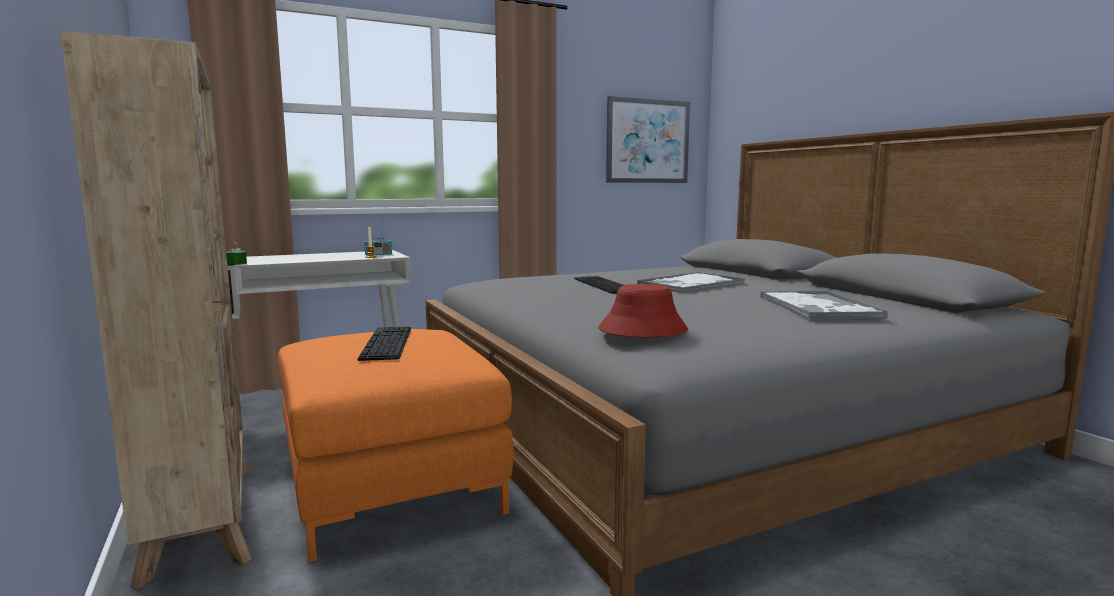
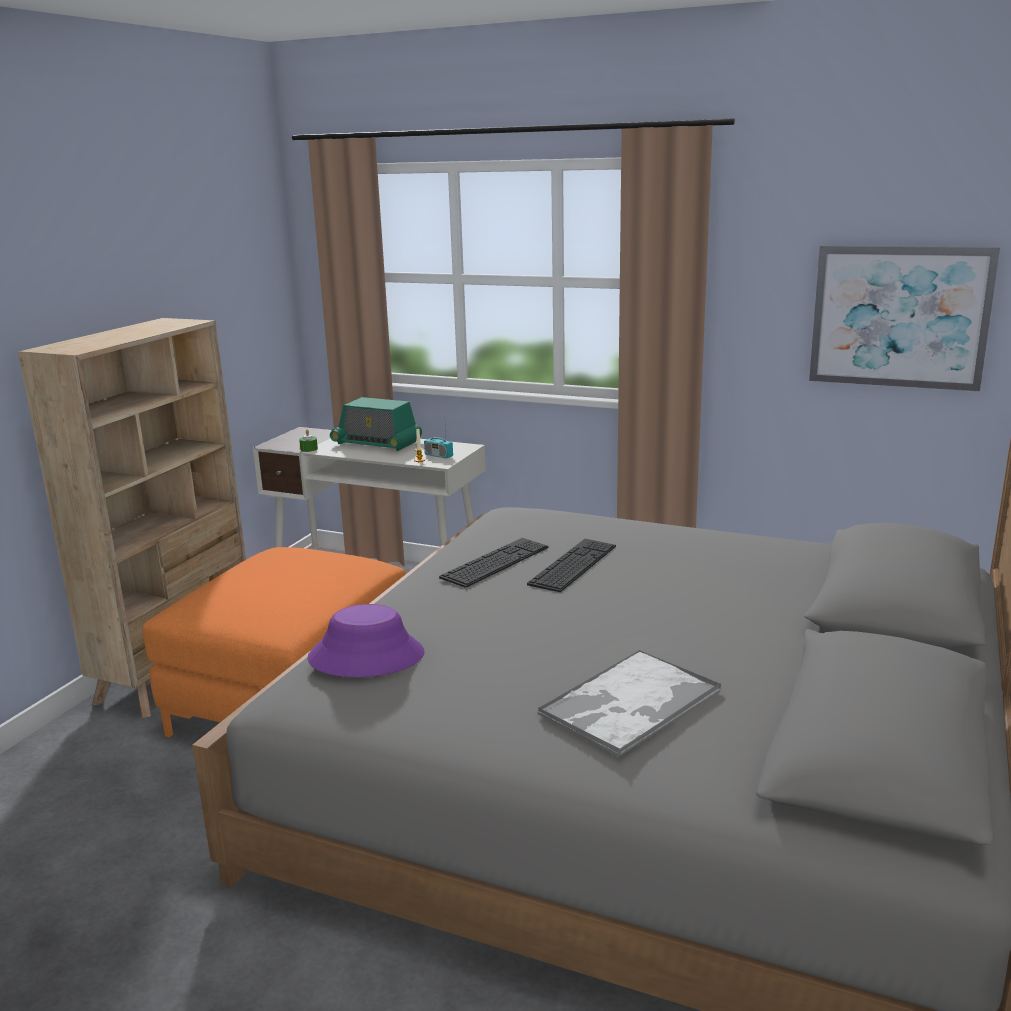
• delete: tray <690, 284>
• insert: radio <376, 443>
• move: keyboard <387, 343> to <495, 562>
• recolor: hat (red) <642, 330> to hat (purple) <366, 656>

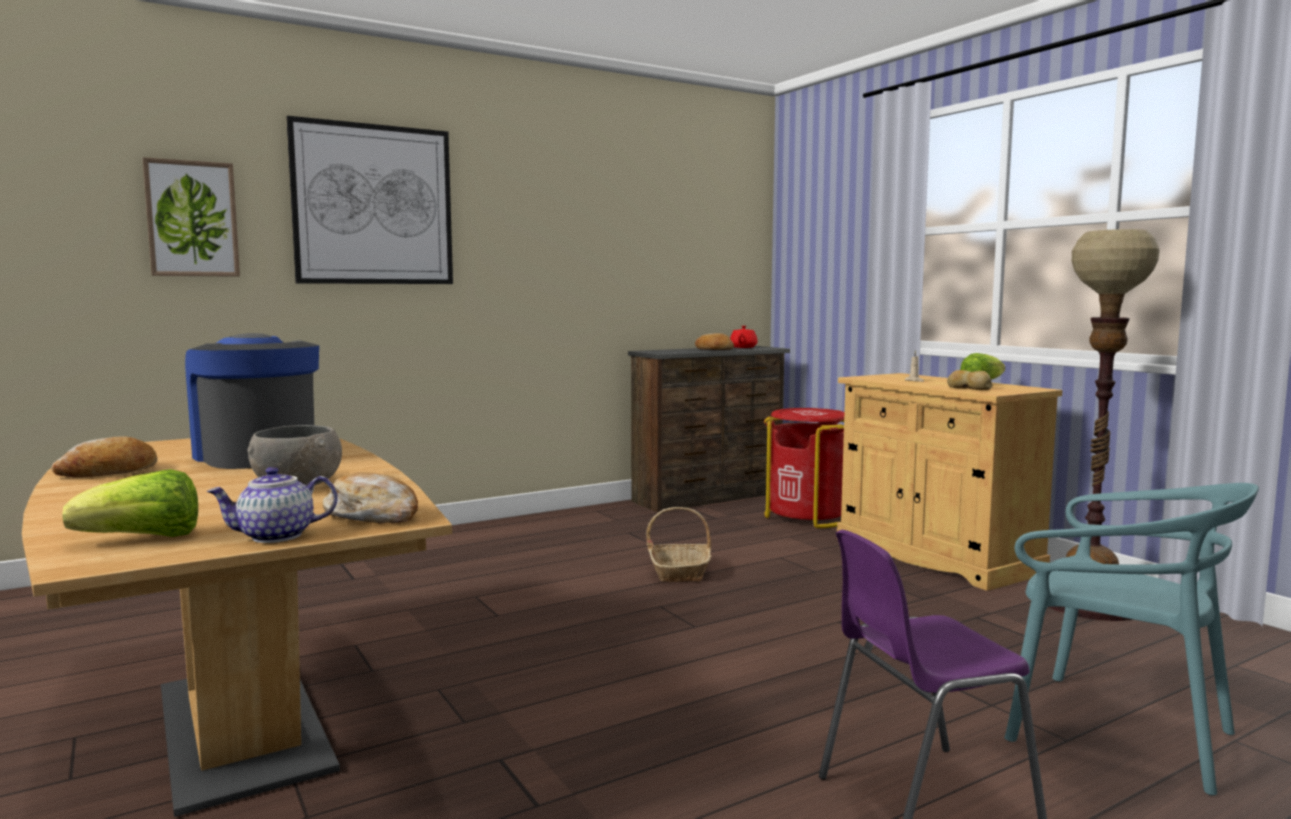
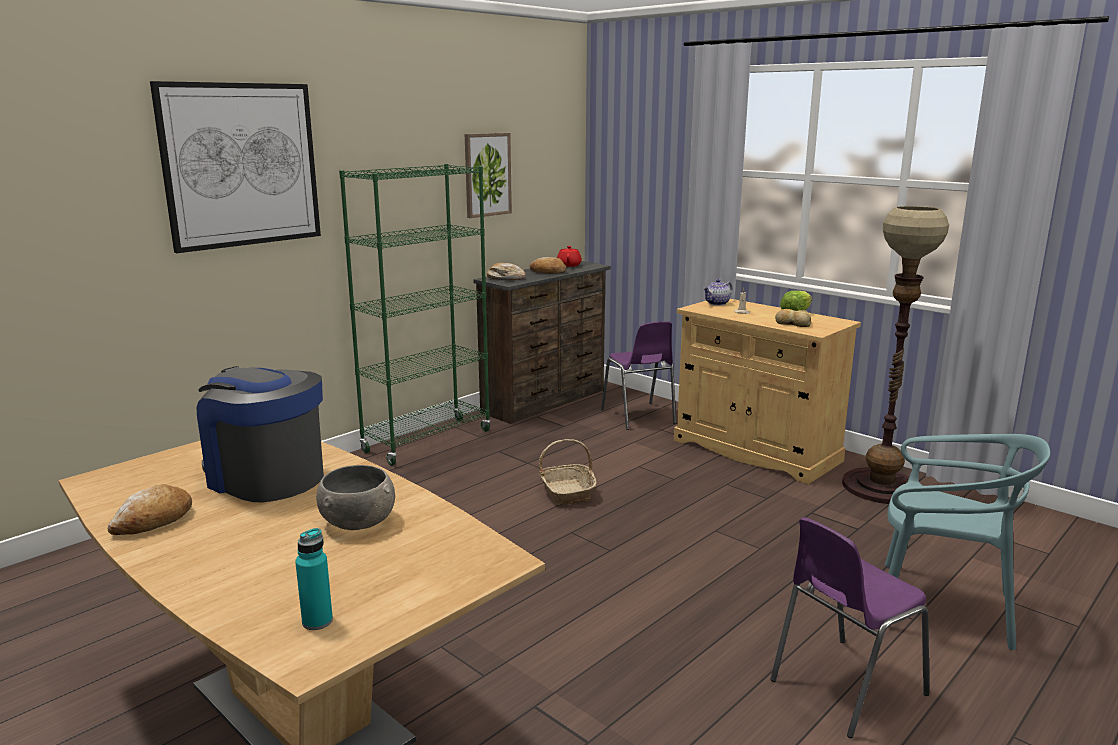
• insert: bookcase (green) <427, 441>
• move: picture <192, 219> to <487, 174>
• move: teapot <275, 537> to <717, 303>
• move: bread <373, 515> to <505, 278>
• replace: lettuce <144, 539> to bottle (turquoise) <317, 621>
• replace: trash can (red) <808, 517> to chair (purple) <639, 417>

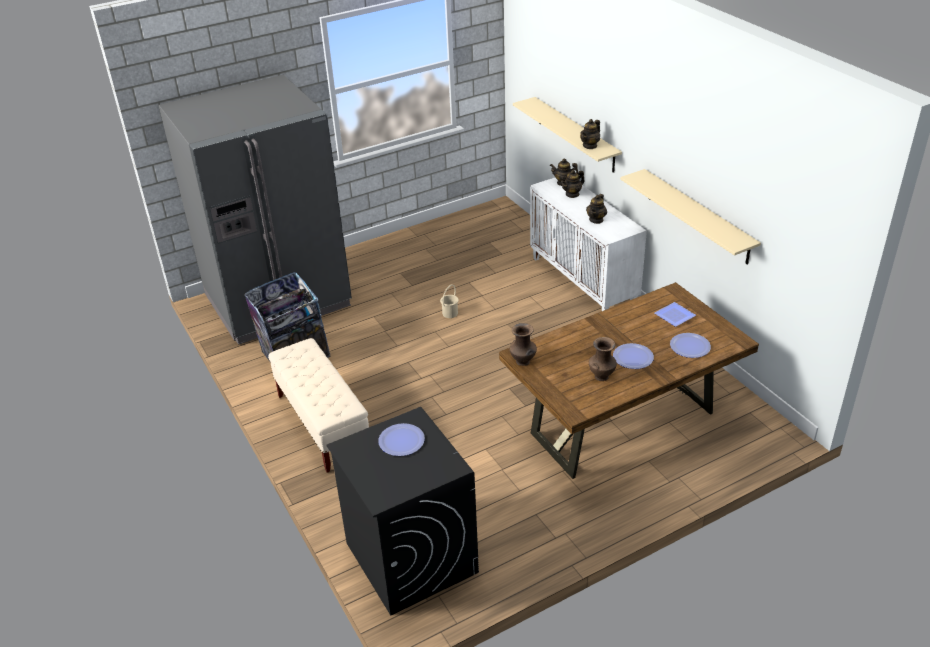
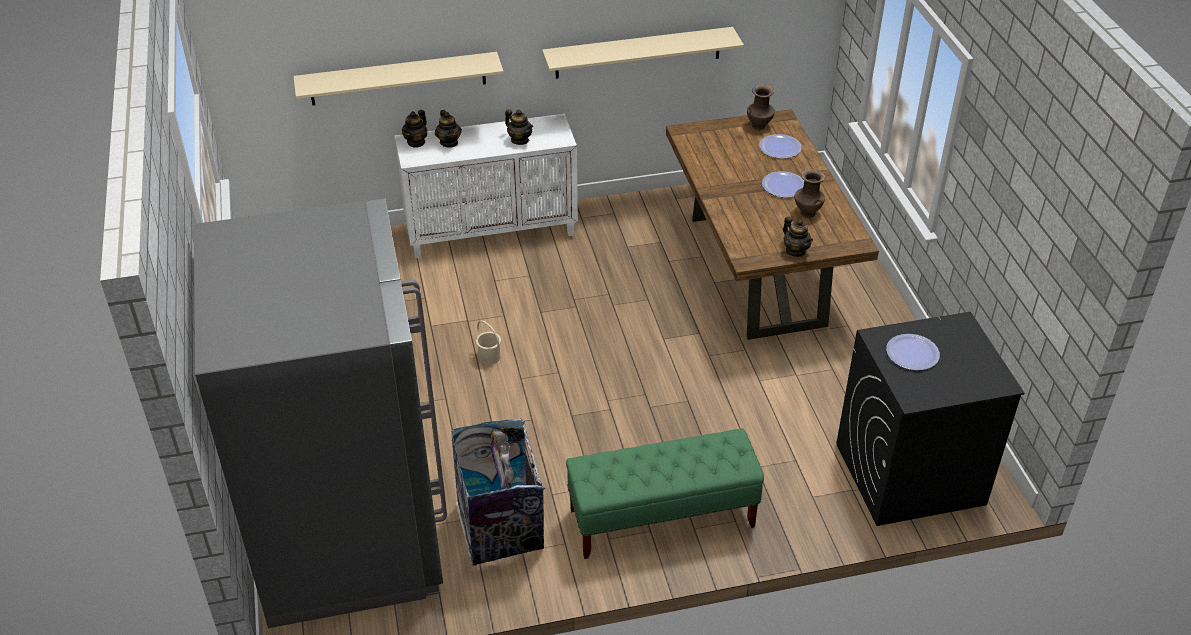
• delete: plate <674, 315>
• move: vase (brown) <523, 362> to <759, 126>
• move: teapot <590, 146> to <795, 251>
• recolor: bench (beige) <323, 424> to bench (green) <661, 519>

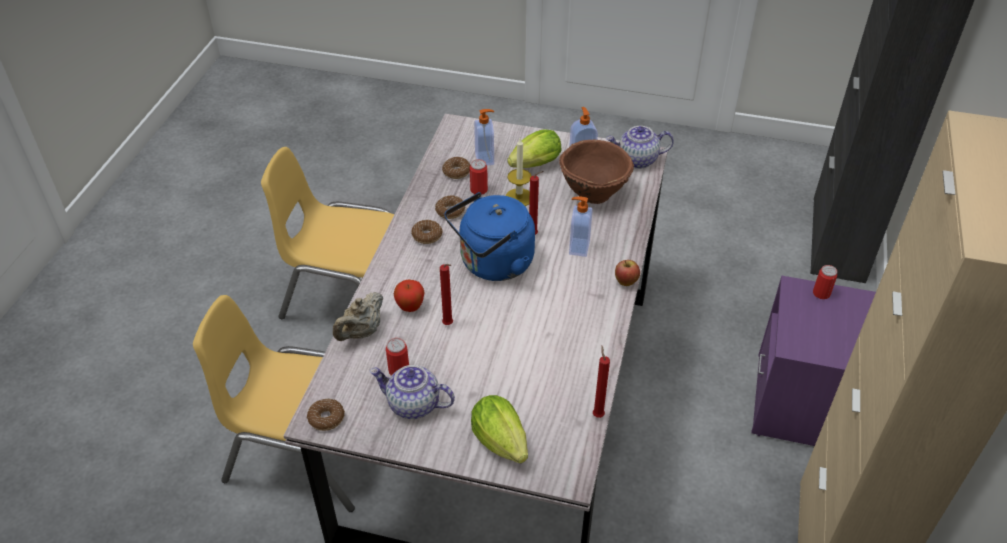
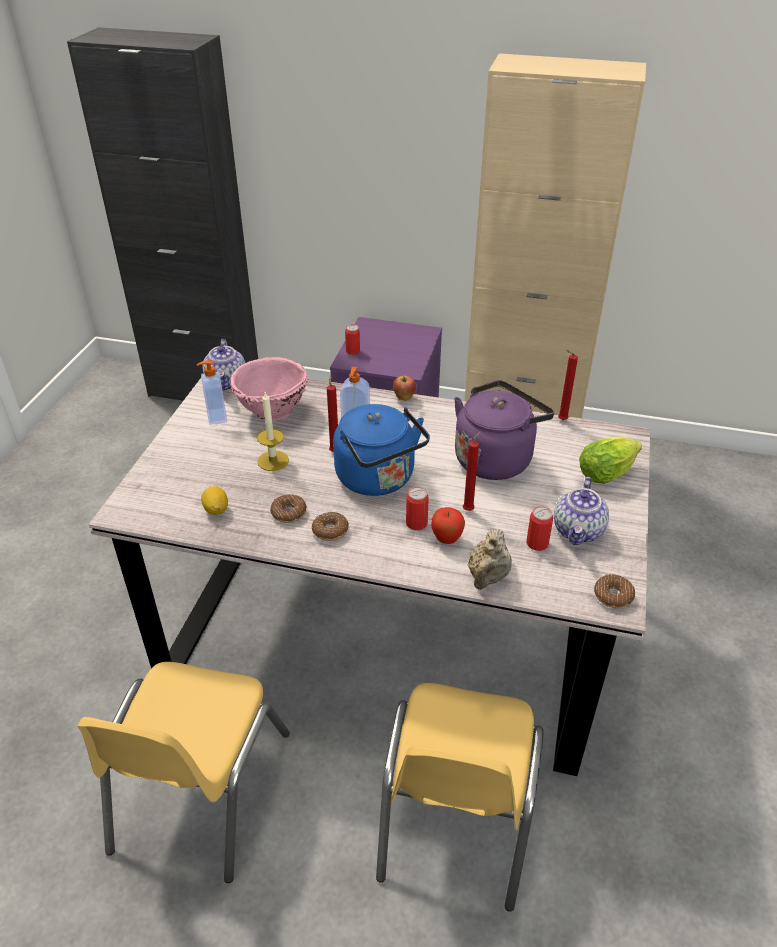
• delete: soap dispenser <485, 158>
• delete: lettuce <533, 166>
• insert: kettle (purple) <495, 458>
• move: can <479, 190> to <416, 523>
• replace: donut <456, 171> to lemon <216, 509>
• recolor: bowl (brown) <593, 191> to bowl (pink) <272, 411>
• rotate: teapot (beige) <361, 332> = <487, 577> 75 degrees clockwise

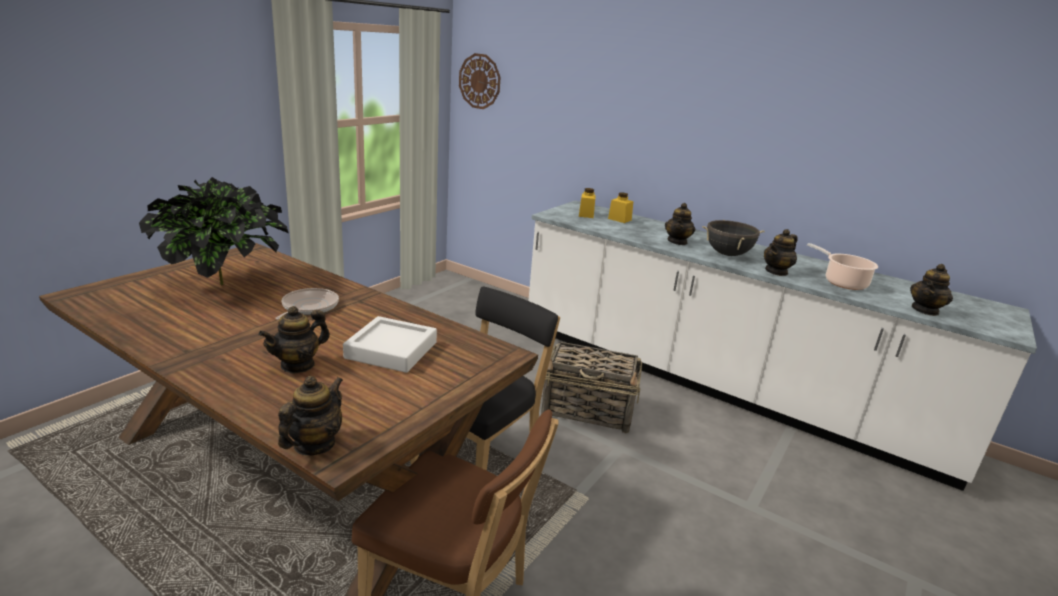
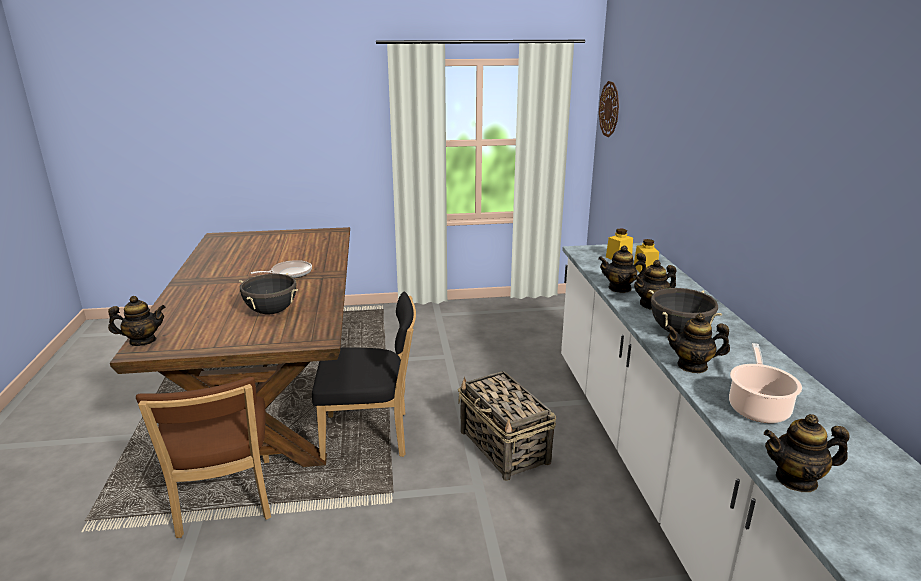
• delete: potted plant <225, 285>
• move: teapot <298, 365> to <620, 288>
• replace: tray (white) <391, 350> to cooking pot (black) <271, 311>

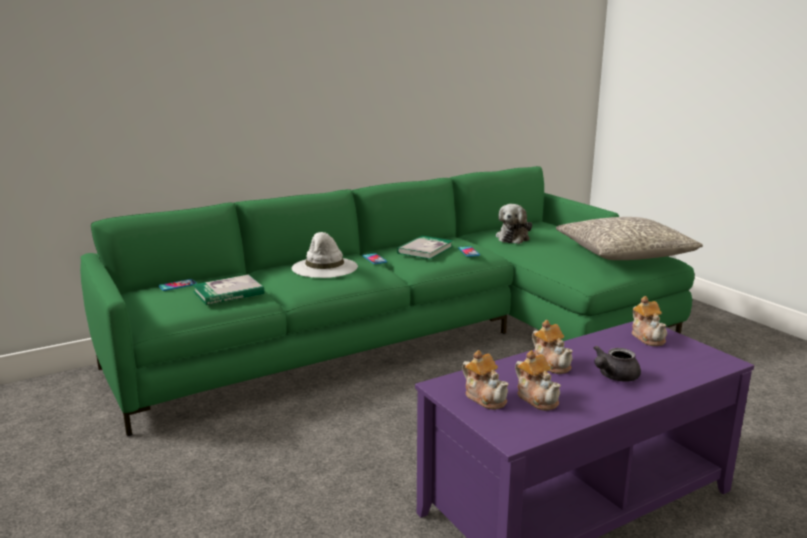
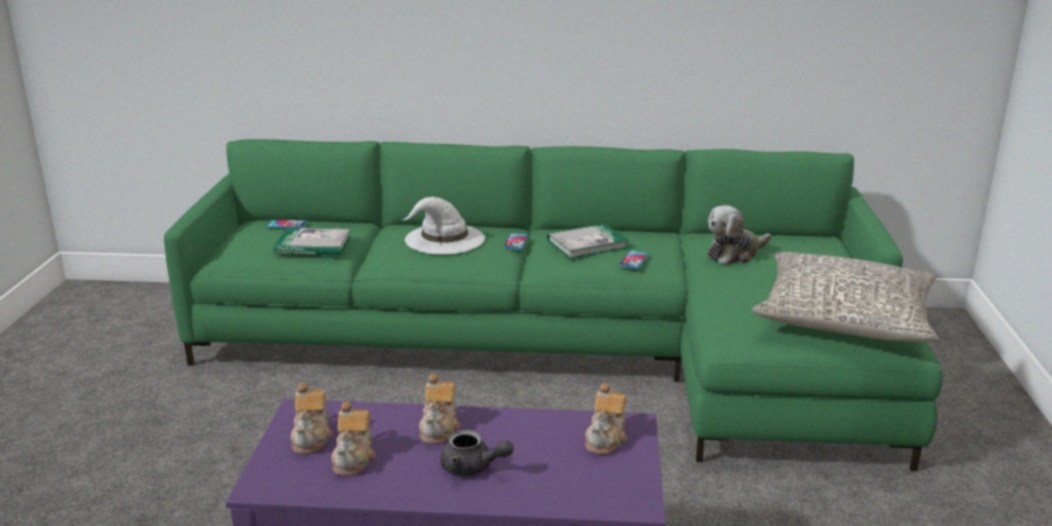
• rotate: teapot (grey) <614, 376> = <473, 468> 150 degrees counterclockwise

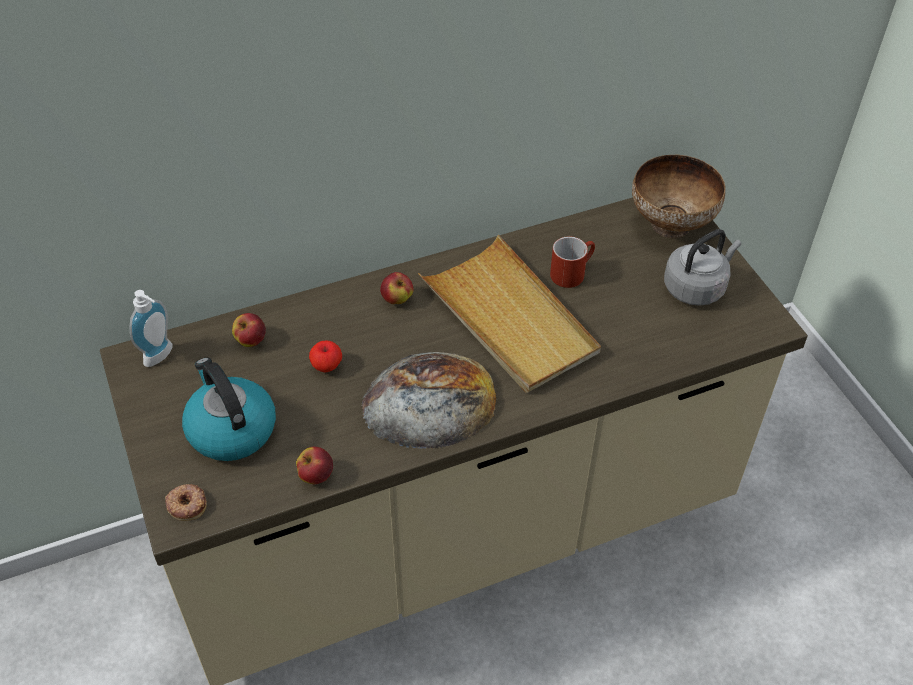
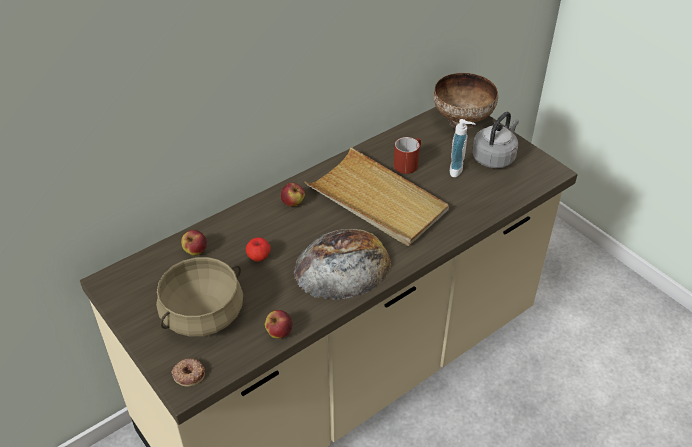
• move: soap dispenser <161, 357> to <459, 170>
• replace: kettle <231, 429> to cooking pot (beige) <203, 315>

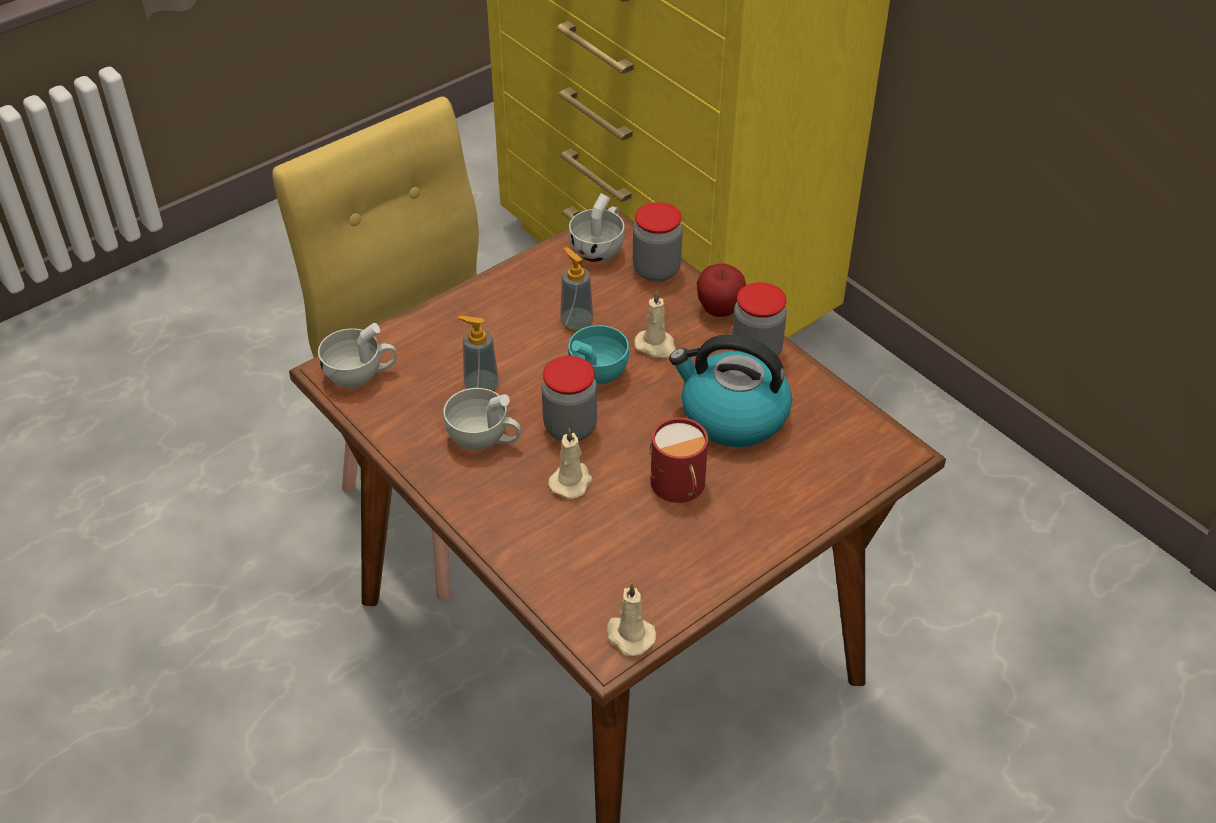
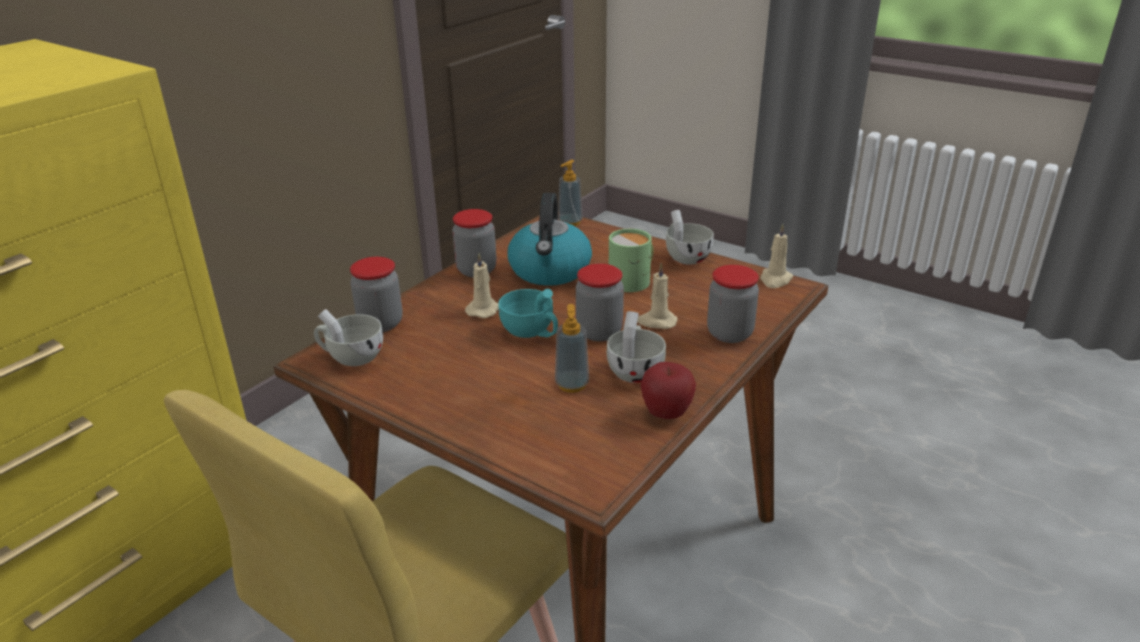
• insert: jar <729, 333>
• move: cup (white) <361, 374> to <685, 256>
• move: soap dispenser <576, 323> to <570, 222>
• move: apple <719, 310> to <666, 414>
• recolor: mug (red) <679, 487> to mug (green) <633, 281>

